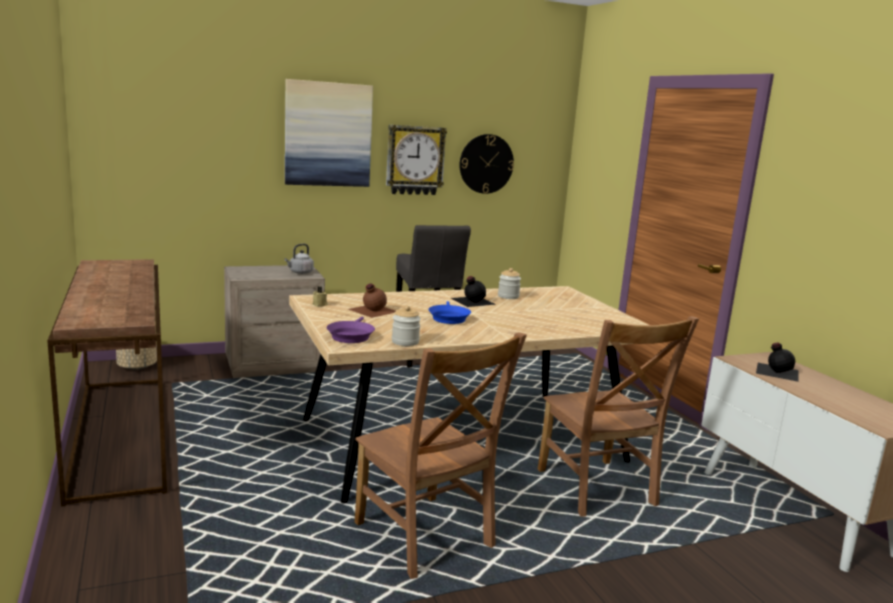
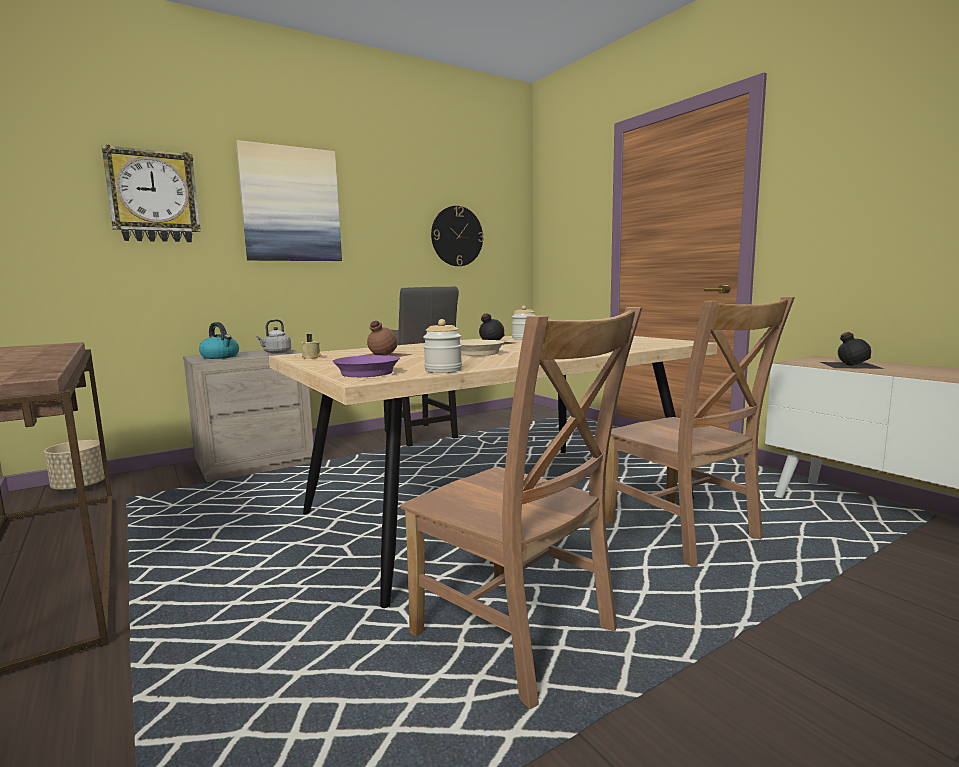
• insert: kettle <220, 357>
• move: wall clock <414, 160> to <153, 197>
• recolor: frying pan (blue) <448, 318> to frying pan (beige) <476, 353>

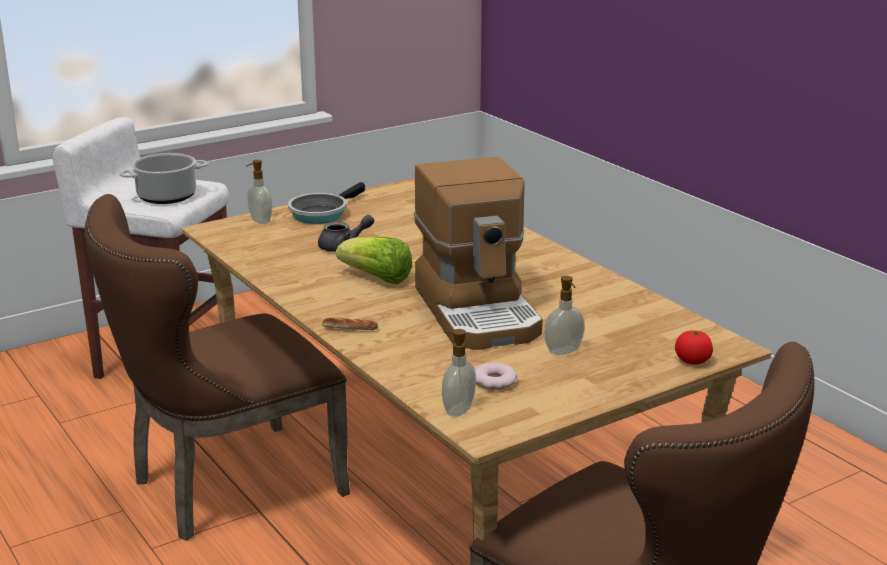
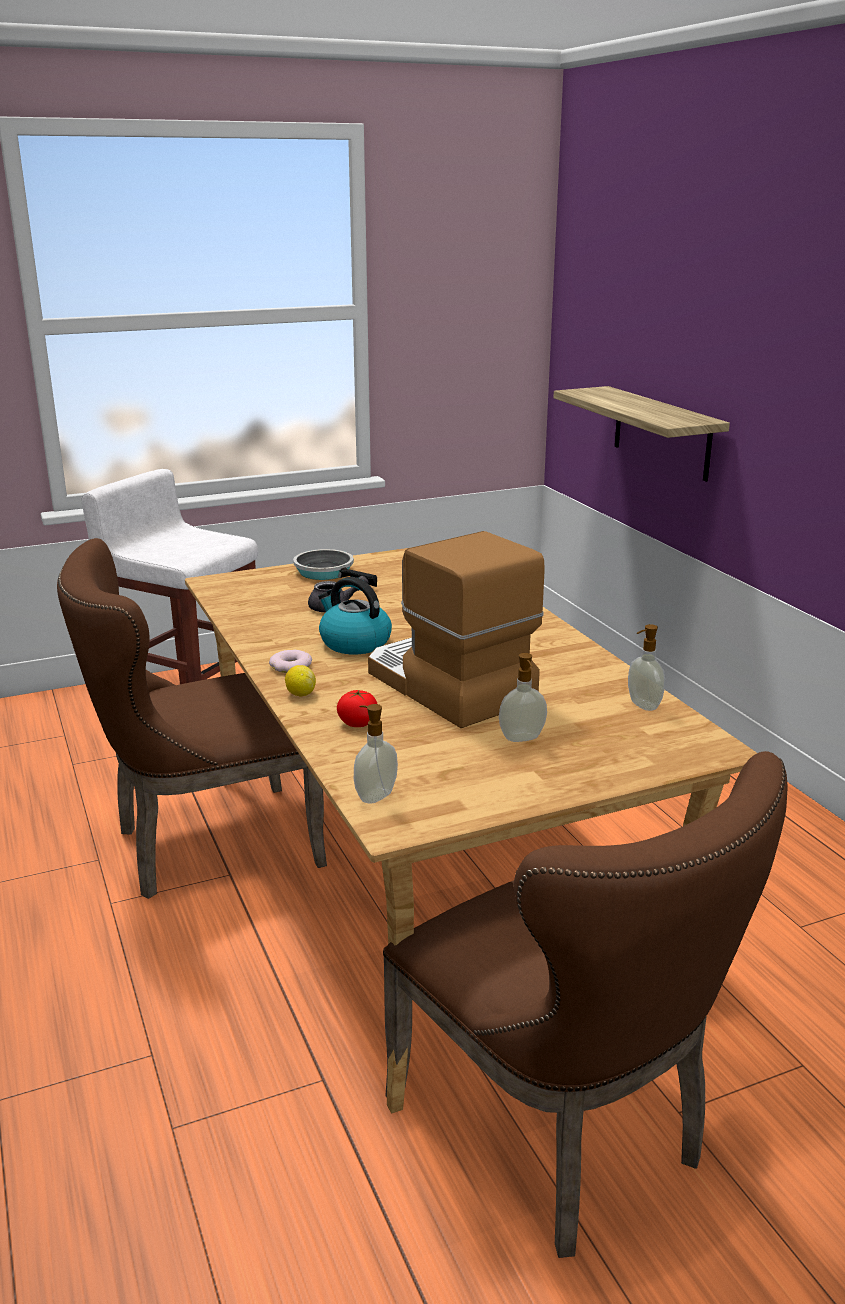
• delete: cooking pot <167, 196>
• insert: shelf <661, 433>
• move: soap dispenser <260, 221> to <642, 705>
• move: donut <494, 381> to <291, 666>
• move: tomato <692, 361> to <357, 723>
• replace: bread <350, 328> to lemon <300, 694>
• replace: lettuce <377, 278> to kettle <354, 643>
• rotate: frying pan <321, 213> = <328, 573> 90 degrees clockwise
• rotate: coffee machine <479, 312> = <446, 686> 150 degrees clockwise

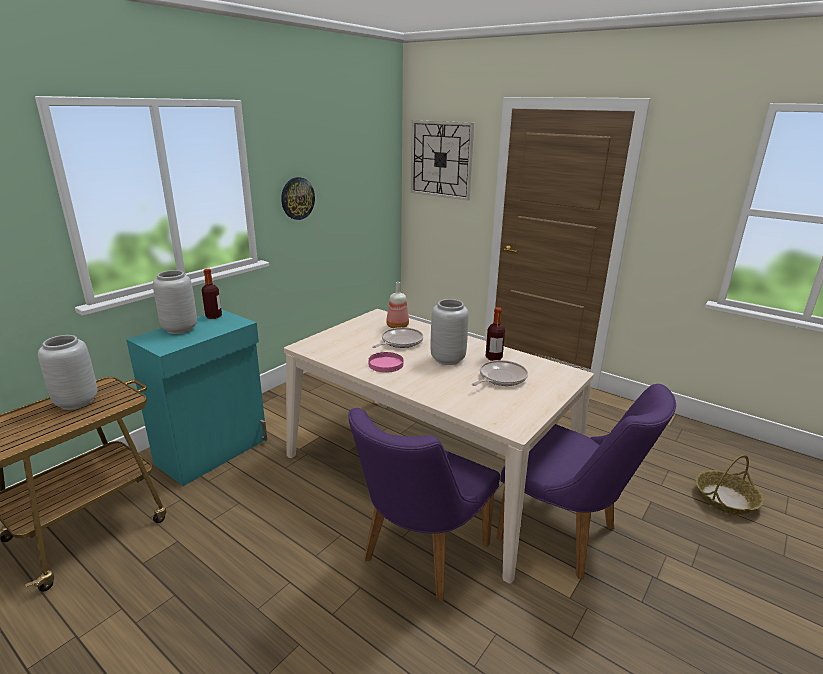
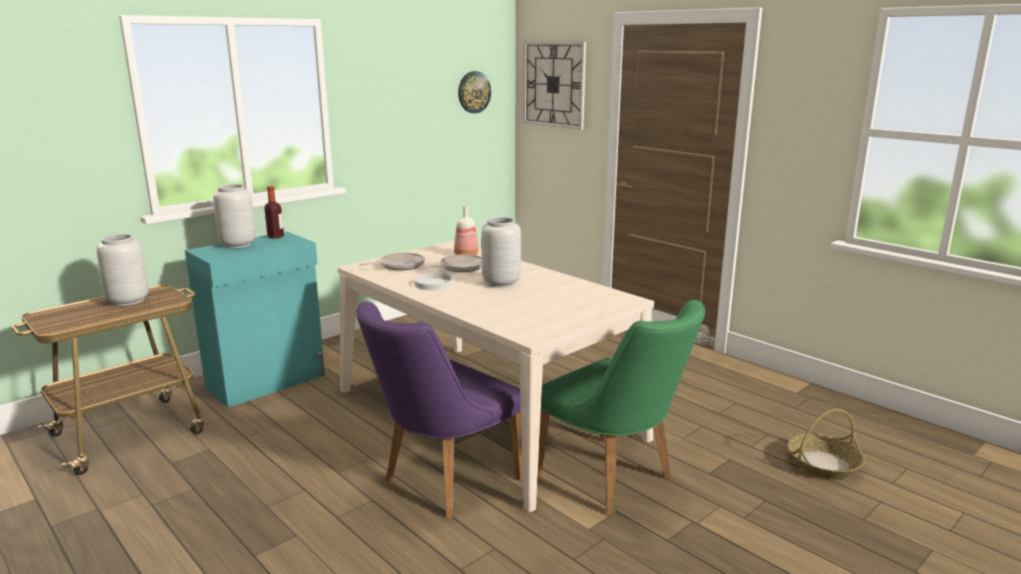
• delete: bottle <493, 358>
• move: wall clock <297, 198> to <474, 92>
• move: frying pan <500, 378> to <399, 266>
• recolor: plate (pink) <386, 364> to plate (white) <433, 284>
• recolor: chair (purple) <568, 536> to chair (green) <614, 480>

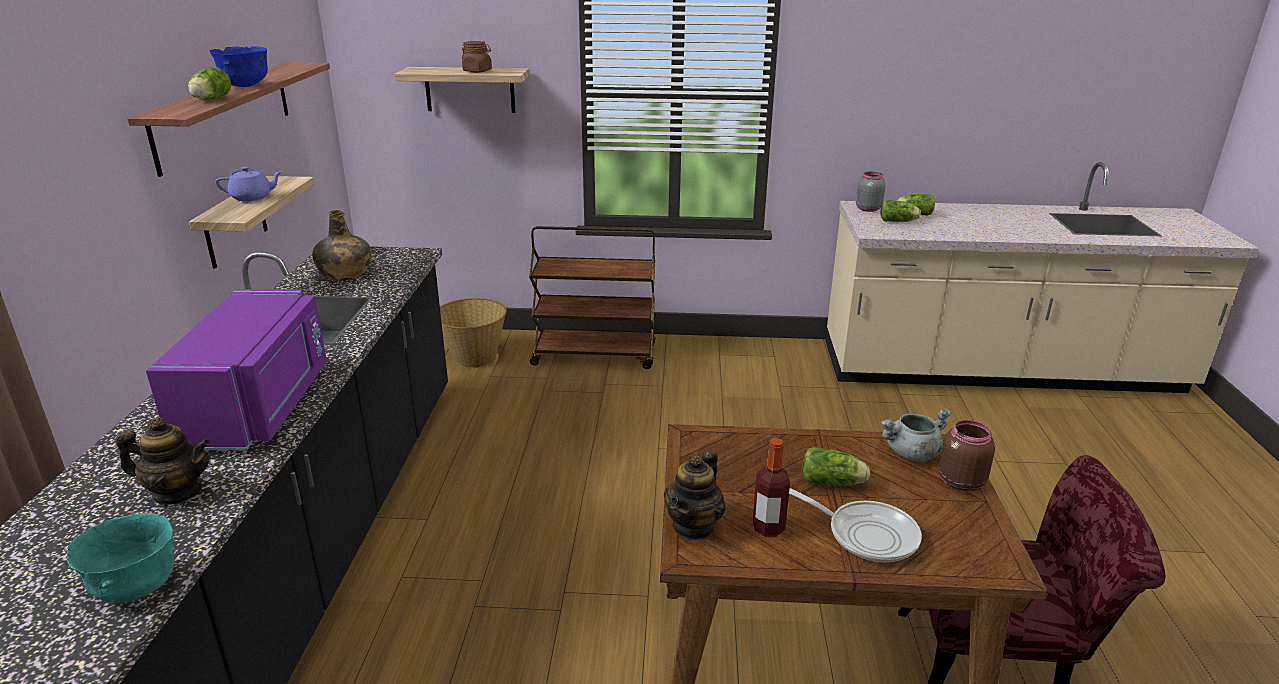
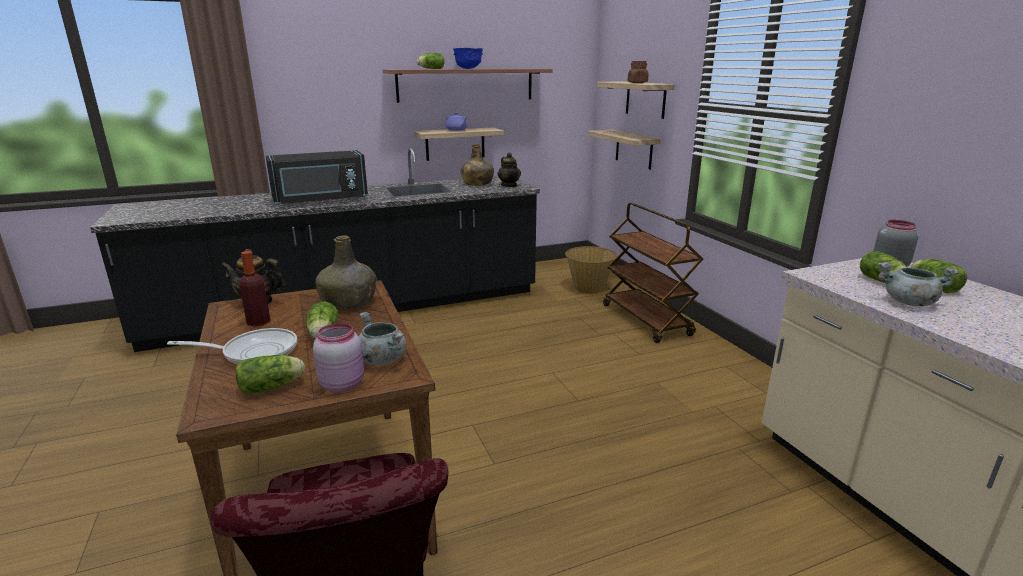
• delete: bowl (turquoise) <136, 588>
• insert: lettuce <273, 387>
• insert: bottle (green) <349, 302>
• insert: shelf <634, 149>
• insert: cooking pot (grey) <908, 302>
• move: teapot <177, 492> to <509, 185>
• recolor: microwave (purple) <260, 406> to microwave (black) <321, 200>
• recolor: jar (brown) <959, 482> to jar (pink) <343, 384>
• rotate: frying pan <865, 534> = <254, 352> 105 degrees counterclockwise

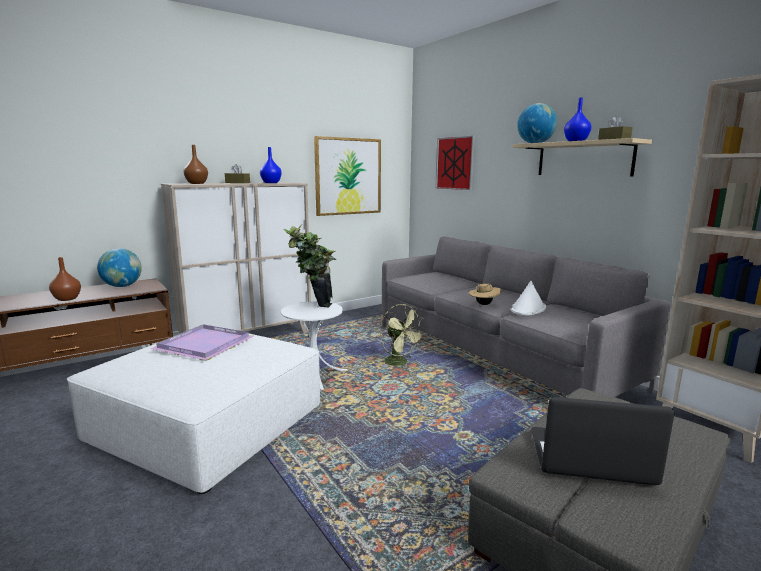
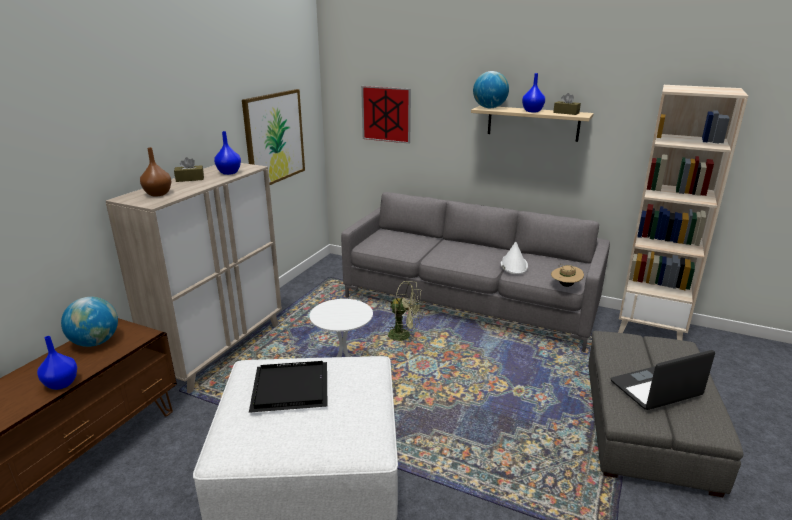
• delete: potted plant <312, 305>
• move: hat (beige) <483, 304> to <565, 285>
• recolor: vase (brown) <67, 299> to vase (blue) <61, 383>
• recolor: tray (purple) <204, 345> to tray (black) <292, 389>

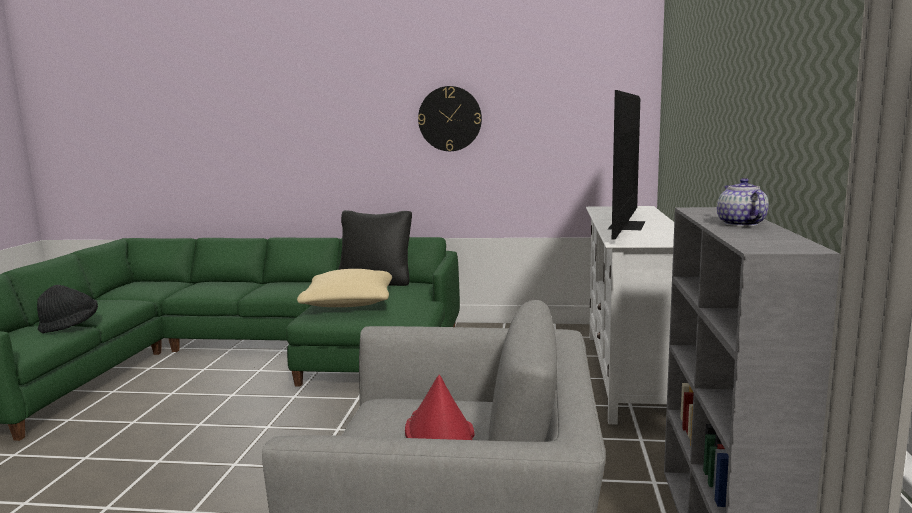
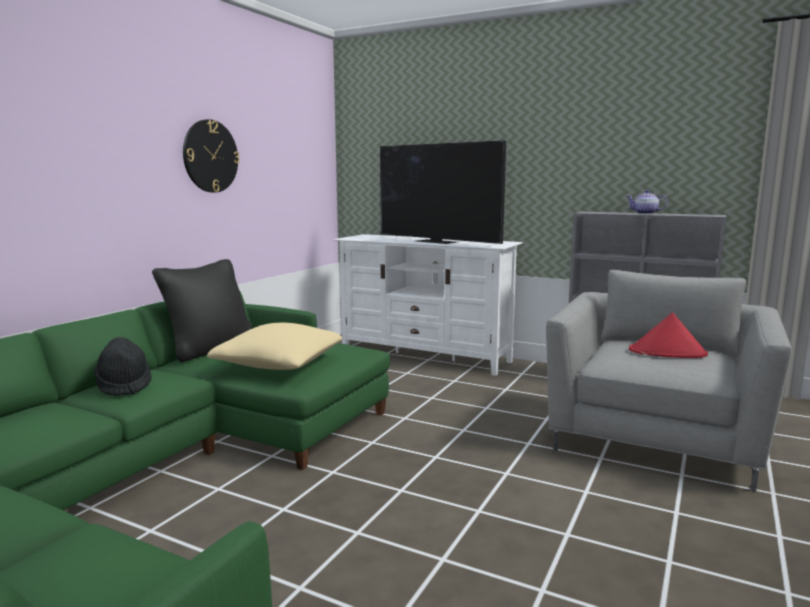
• move: hat (black) <70, 325> to <124, 386>

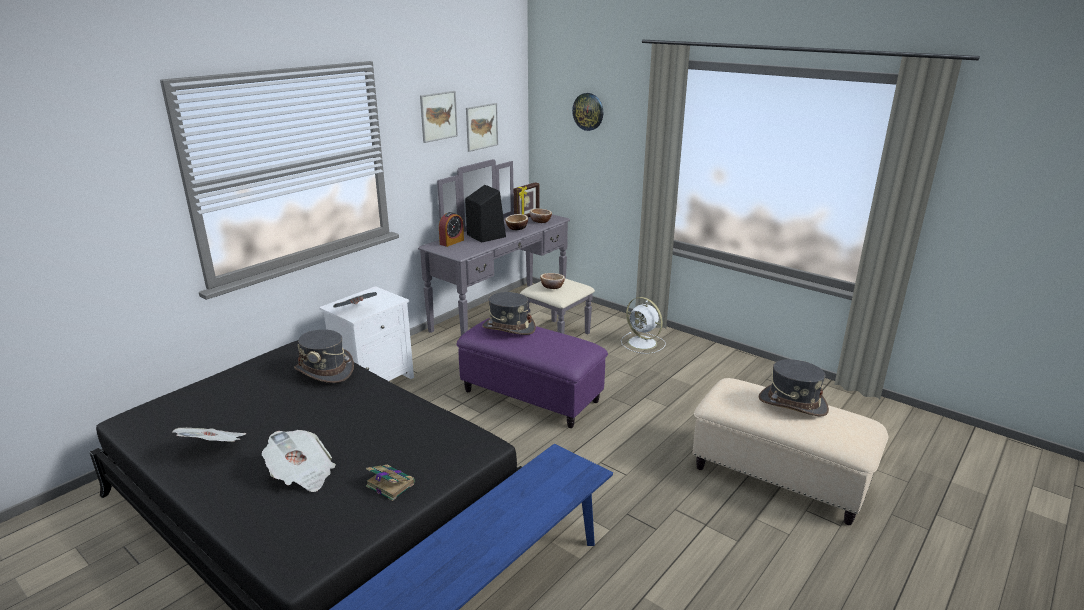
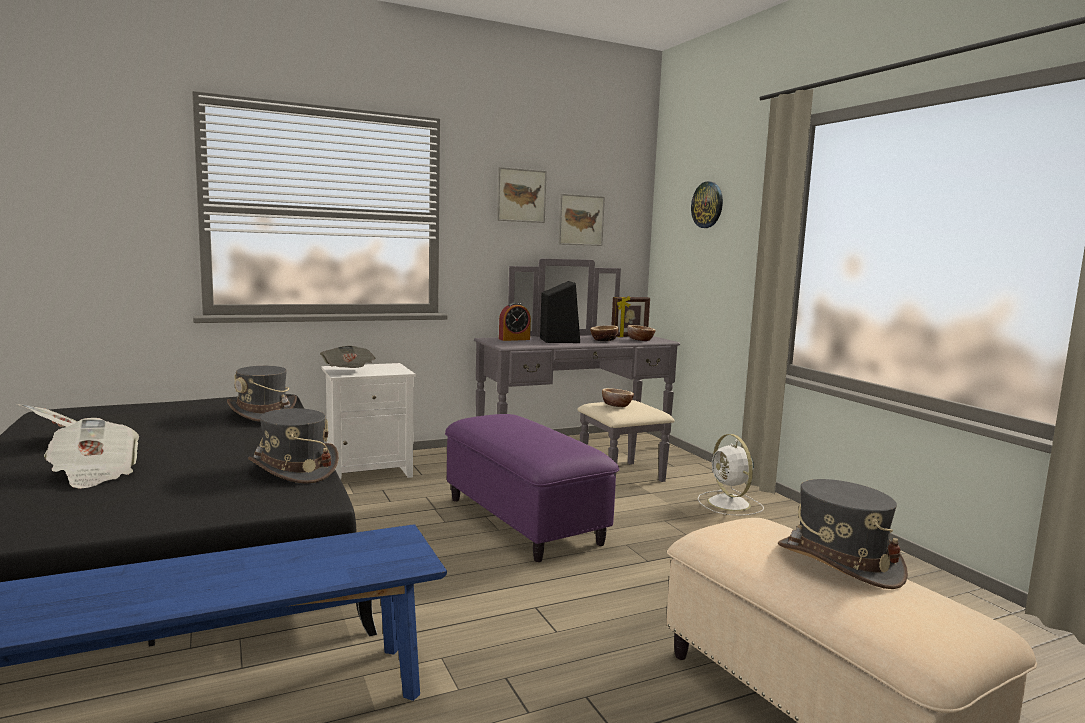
• delete: book <389, 484>
• move: hat (grey) <508, 328> to <294, 470>

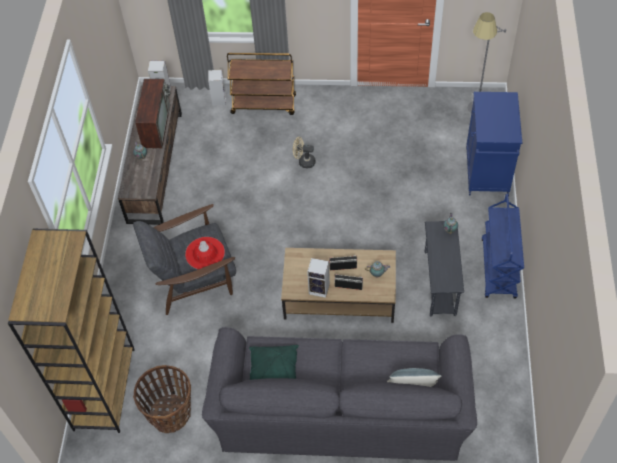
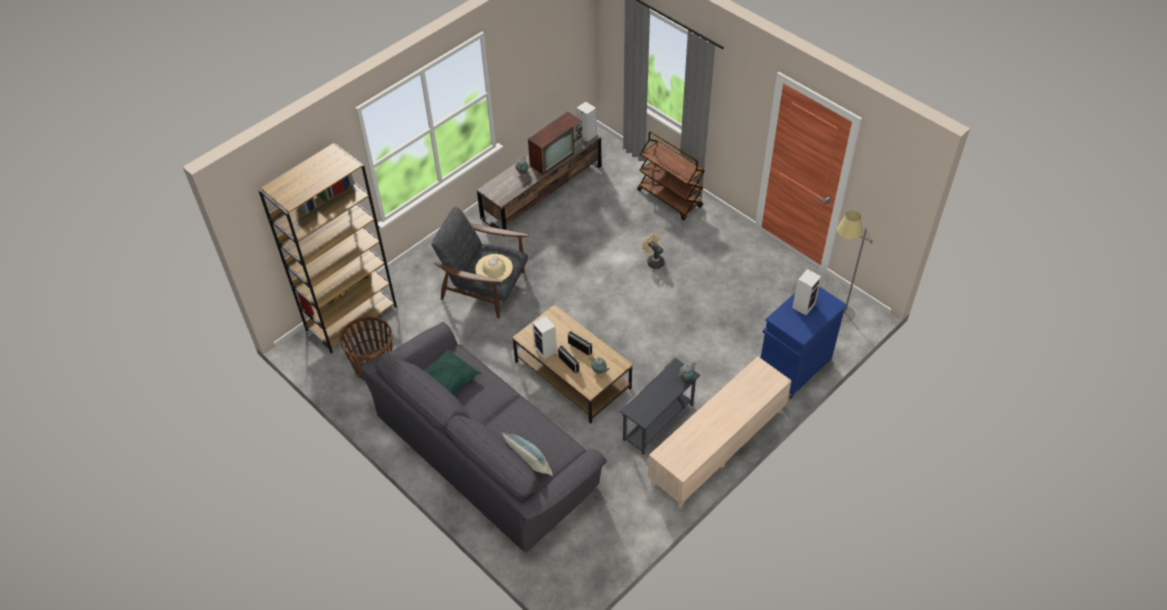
• move: speaker <218, 99> to <803, 305>
• replace: cart (blue) <498, 269> to tv stand (beige) <717, 447>
• recolor: hat (red) <205, 253> to hat (beige) <494, 268>

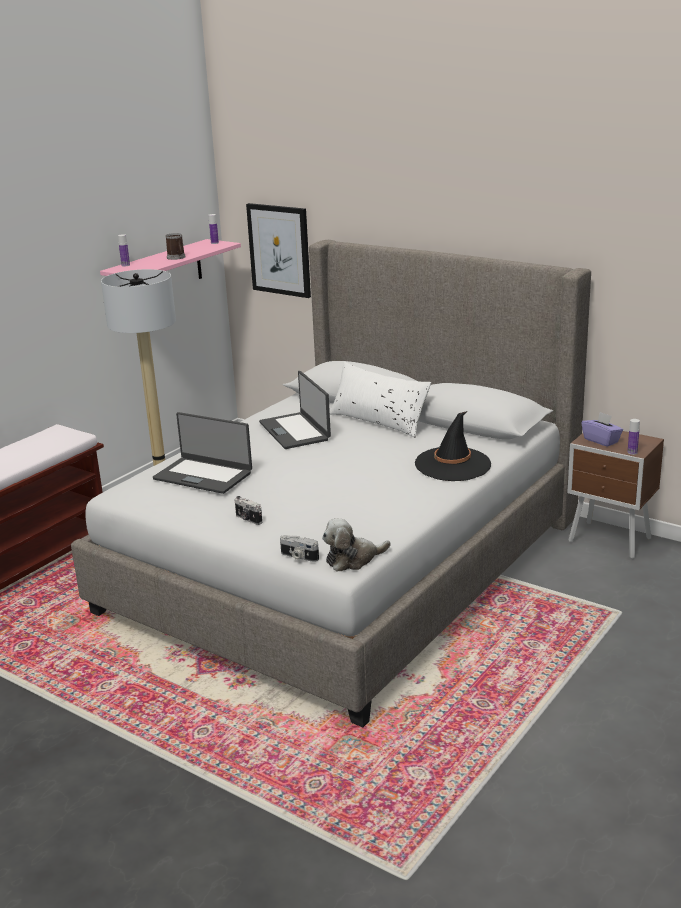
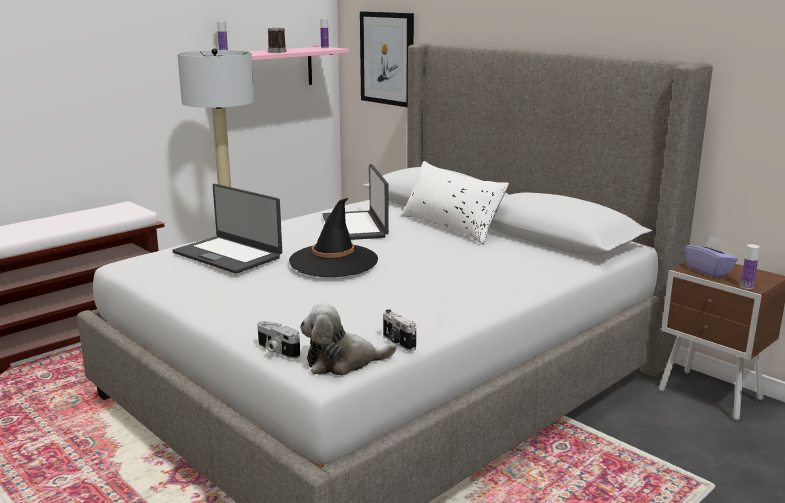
• move: photo camera <248, 519> to <398, 343>
• move: hat (black) <453, 464> to <333, 261>

